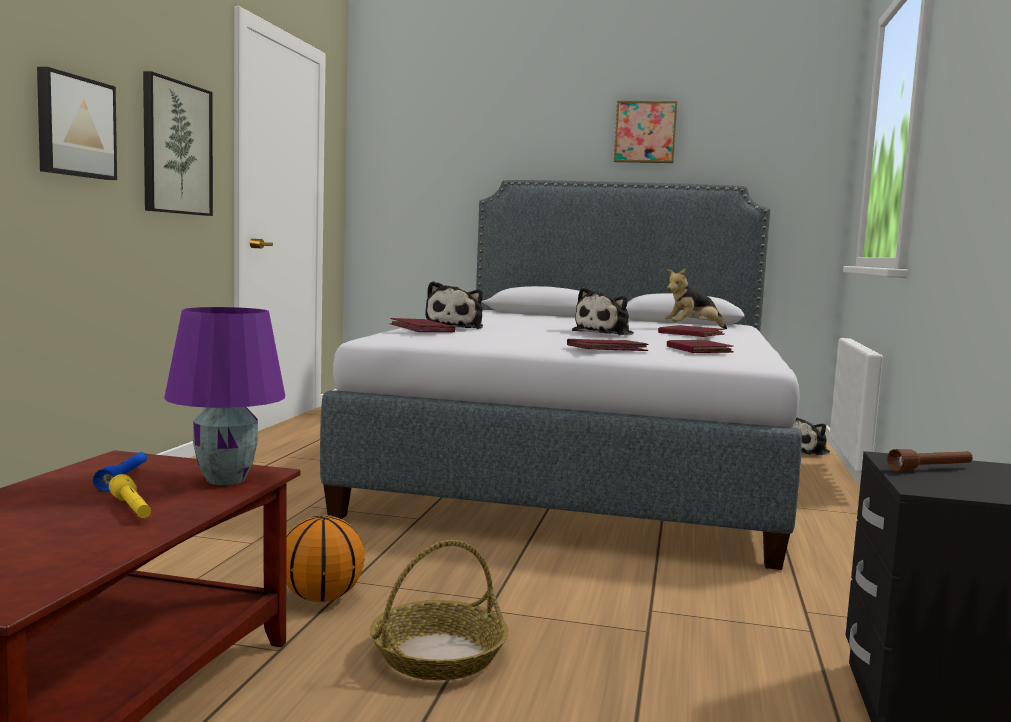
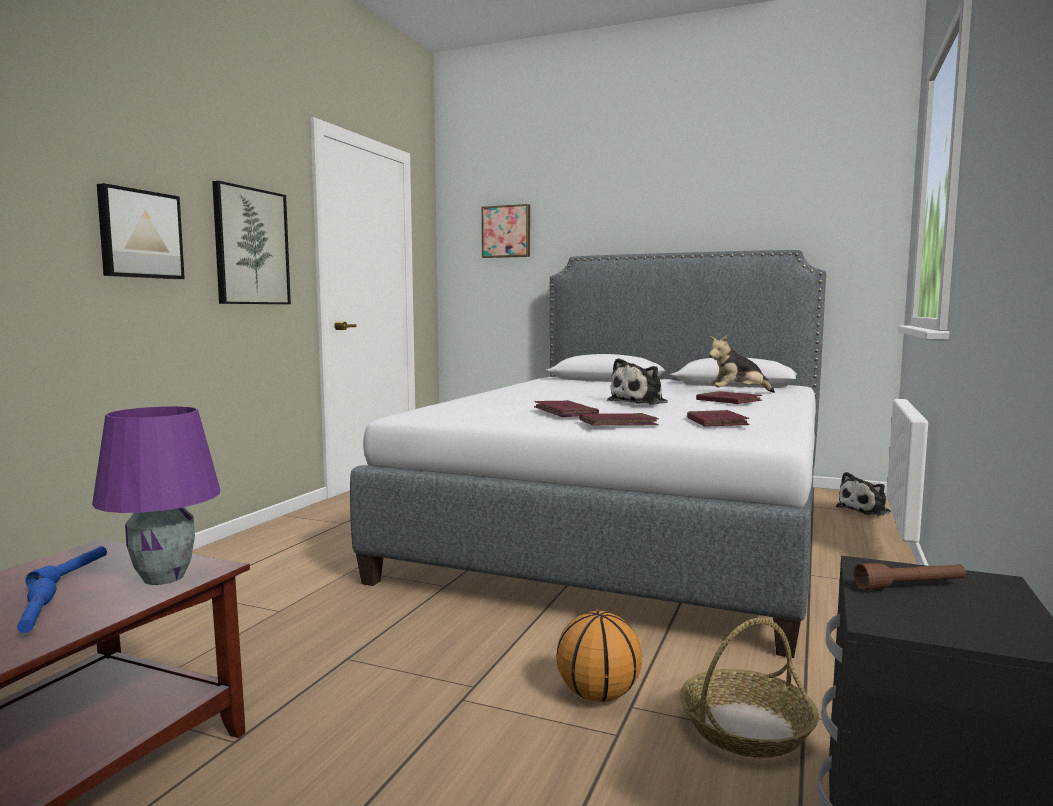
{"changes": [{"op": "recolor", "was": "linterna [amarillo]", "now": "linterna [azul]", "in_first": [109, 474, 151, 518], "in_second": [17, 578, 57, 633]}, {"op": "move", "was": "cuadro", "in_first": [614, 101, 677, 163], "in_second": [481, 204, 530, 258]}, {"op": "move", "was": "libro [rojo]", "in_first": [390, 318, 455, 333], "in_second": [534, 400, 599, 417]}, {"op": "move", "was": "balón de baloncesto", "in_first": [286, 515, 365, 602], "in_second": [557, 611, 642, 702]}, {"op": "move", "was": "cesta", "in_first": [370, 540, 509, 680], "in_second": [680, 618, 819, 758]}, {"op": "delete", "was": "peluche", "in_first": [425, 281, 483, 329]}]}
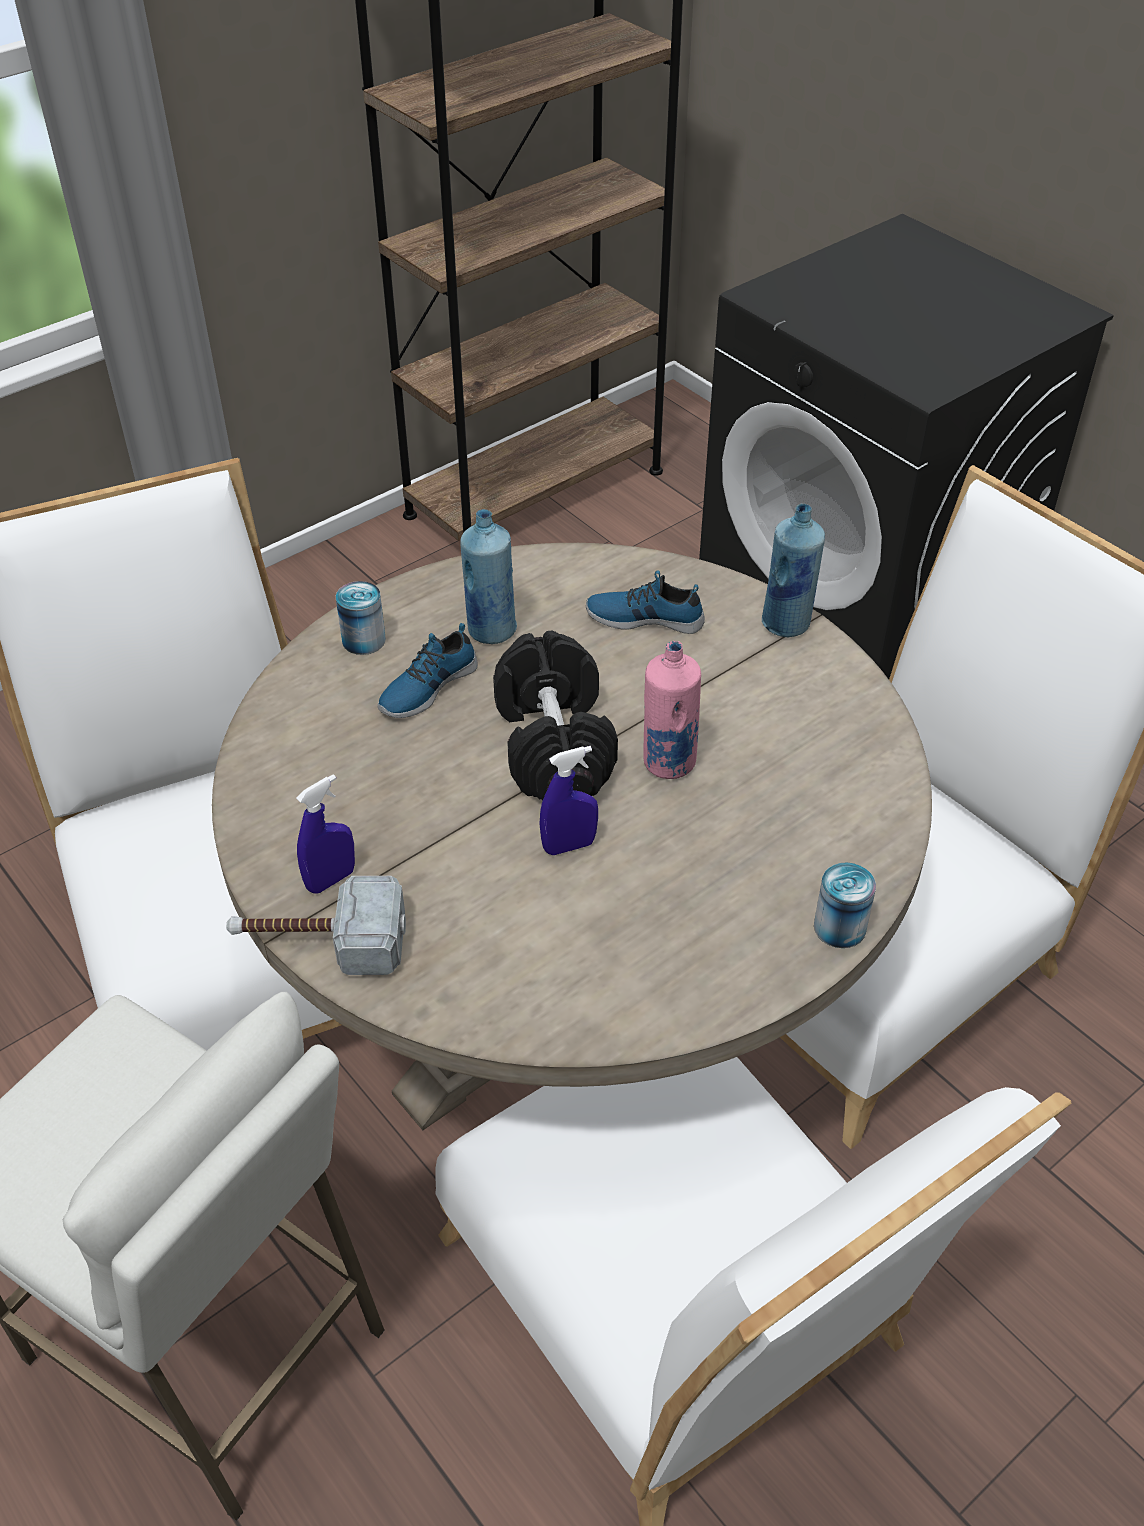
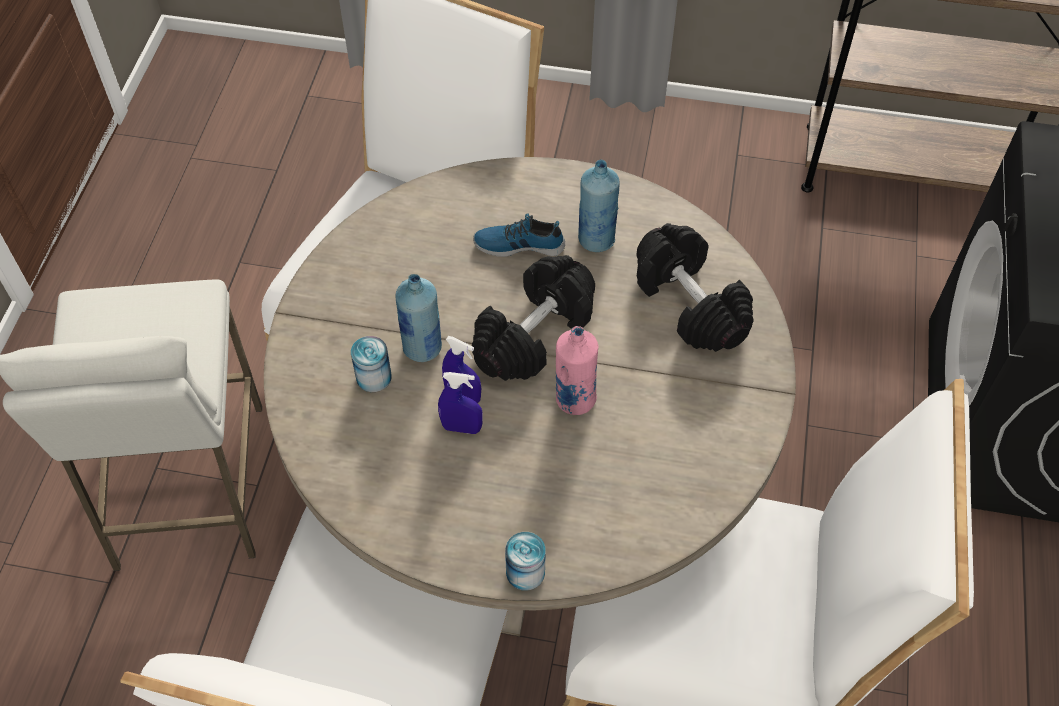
{"changes": [{"op": "move", "was": "lata", "in_first": [336, 581, 386, 655], "in_second": [351, 336, 392, 392]}, {"op": "move", "was": "botella [azul]", "in_first": [762, 503, 825, 638], "in_second": [396, 274, 442, 362]}, {"op": "move", "was": "pulverizador [azul]", "in_first": [296, 774, 355, 894], "in_second": [438, 372, 483, 434]}, {"op": "replace", "was": "zapato", "now": "mancuerna [negro]", "in_first": [586, 571, 705, 634], "in_second": [637, 223, 754, 352]}, {"op": "delete", "was": "martillo", "in_first": [226, 876, 406, 975]}]}
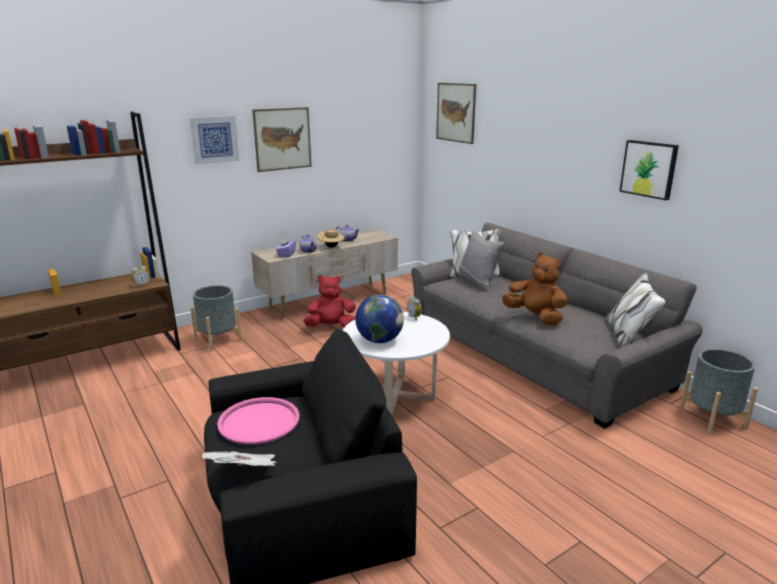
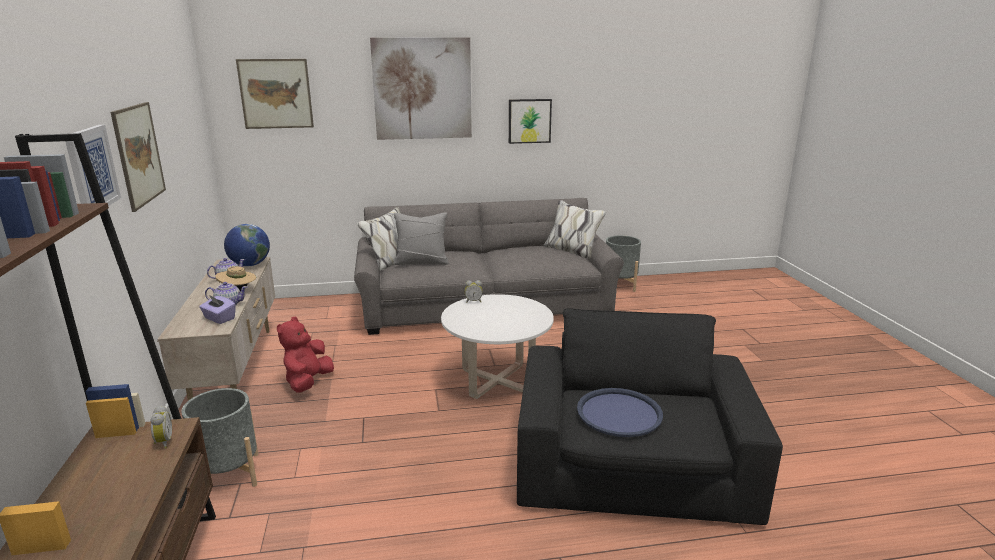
{"changes": [{"op": "move", "was": "globo terráqueo", "in_first": [355, 295, 404, 343], "in_second": [224, 224, 270, 266]}, {"op": "insert", "now": "cuadro", "in_second": [370, 38, 472, 140]}, {"op": "recolor", "was": "bandeja [rosa]", "now": "bandeja [azul]", "in_first": [217, 397, 300, 445], "in_second": [577, 388, 663, 437]}, {"op": "delete", "was": "periódico", "in_first": [202, 451, 276, 466]}, {"op": "delete", "was": "peluche [marrón]", "in_first": [502, 252, 567, 325]}]}
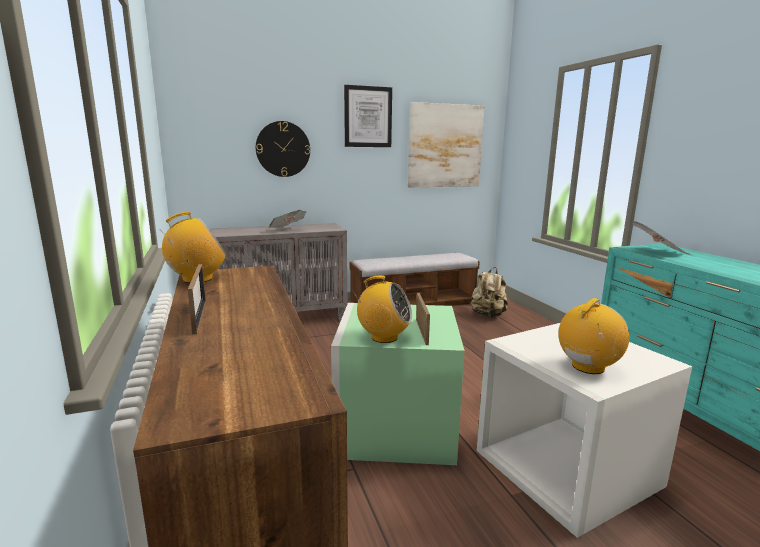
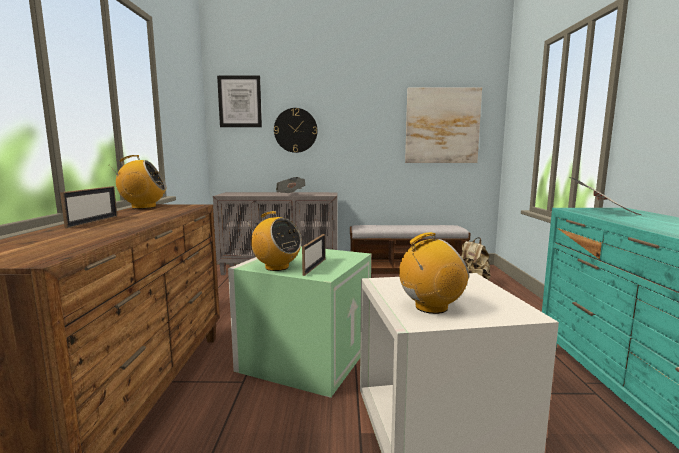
{"changes": [{"op": "move", "was": "cuadro", "in_first": [344, 85, 392, 147], "in_second": [217, 76, 262, 127]}]}
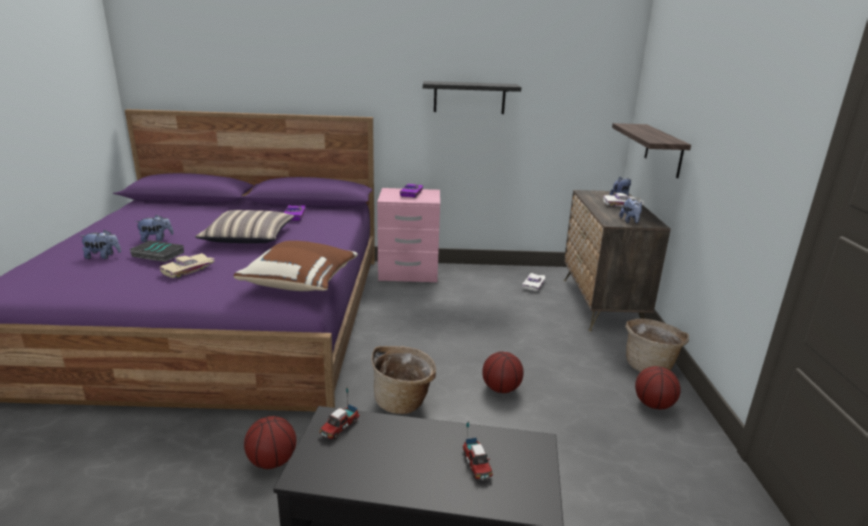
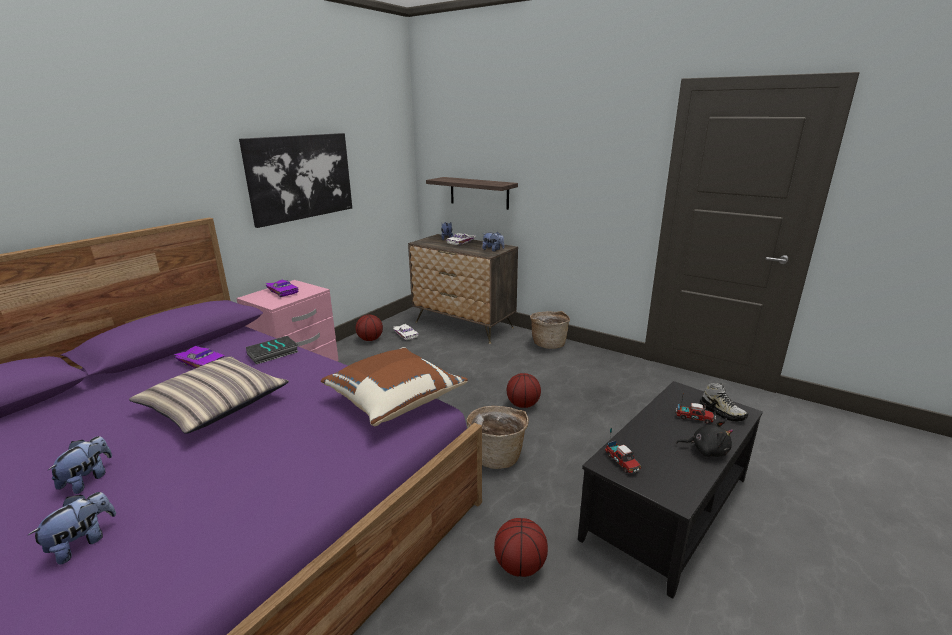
{"changes": [{"op": "replace", "was": "estante [negro]", "now": "cuadro", "in_first": [423, 81, 522, 114], "in_second": [239, 133, 352, 228]}, {"op": "move", "was": "libro", "in_first": [130, 240, 184, 262], "in_second": [246, 336, 298, 365]}, {"op": "move", "was": "balón de baloncesto", "in_first": [635, 366, 681, 410], "in_second": [356, 315, 383, 341]}, {"op": "insert", "now": "peluche [negro]", "in_second": [676, 421, 733, 457]}, {"op": "insert", "now": "zapato", "in_second": [700, 383, 748, 422]}, {"op": "delete", "was": "coche de juguete [beis]", "in_first": [159, 253, 215, 279]}]}
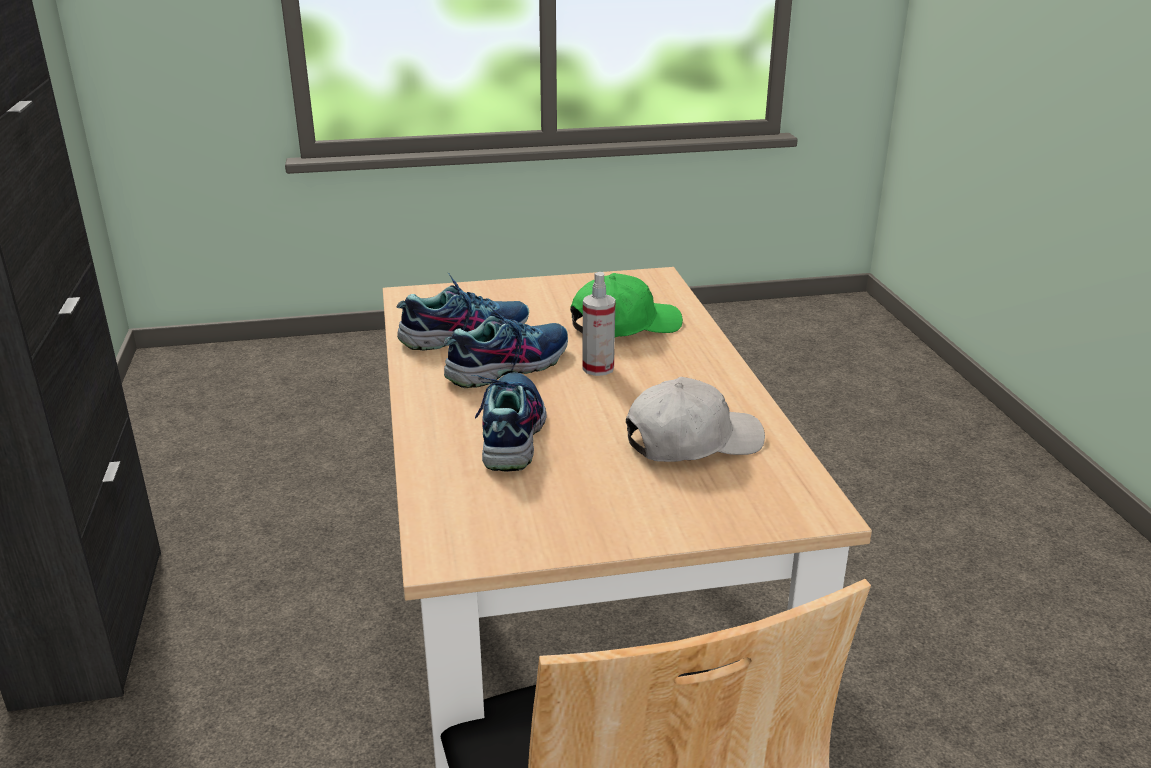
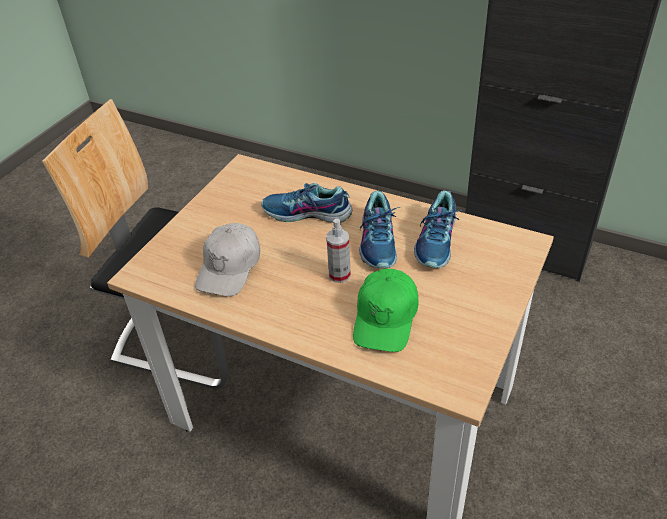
{"changes": [{"op": "rotate", "was": "zapato", "in_first": [471, 372, 546, 472], "in_second": [261, 183, 352, 223], "clockwise": 150}]}
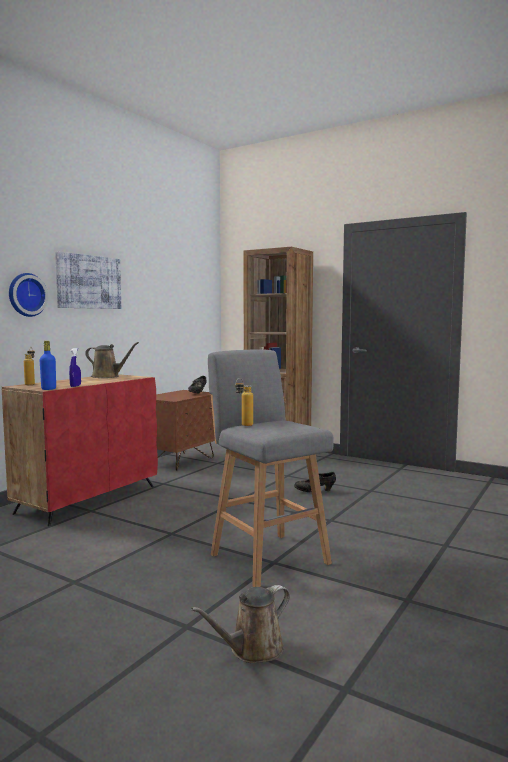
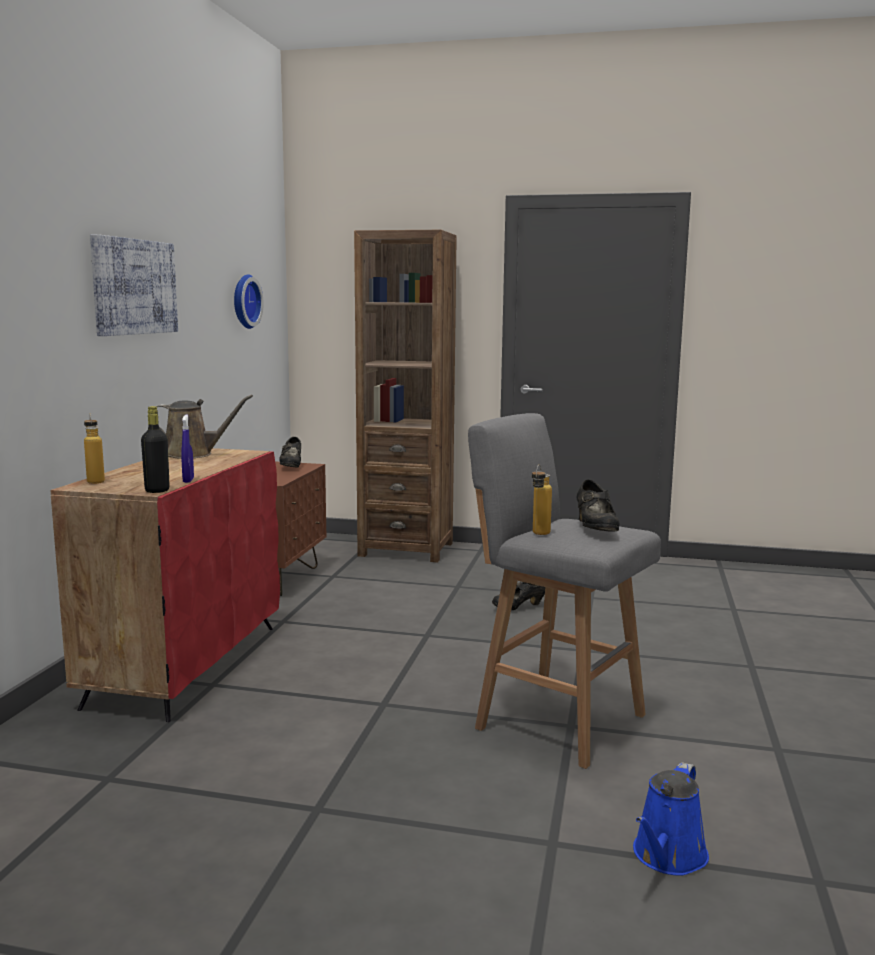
{"changes": [{"op": "recolor", "was": "botella [azul]", "now": "botella [negro]", "in_first": [40, 341, 56, 390], "in_second": [141, 406, 170, 493]}, {"op": "move", "was": "reloj de pared", "in_first": [9, 273, 48, 317], "in_second": [234, 274, 264, 329]}, {"op": "insert", "now": "zapato [negro]", "in_second": [577, 479, 620, 532]}, {"op": "recolor", "was": "regadera [marrón]", "now": "regadera [azul]", "in_first": [191, 585, 290, 663], "in_second": [633, 762, 709, 876]}]}
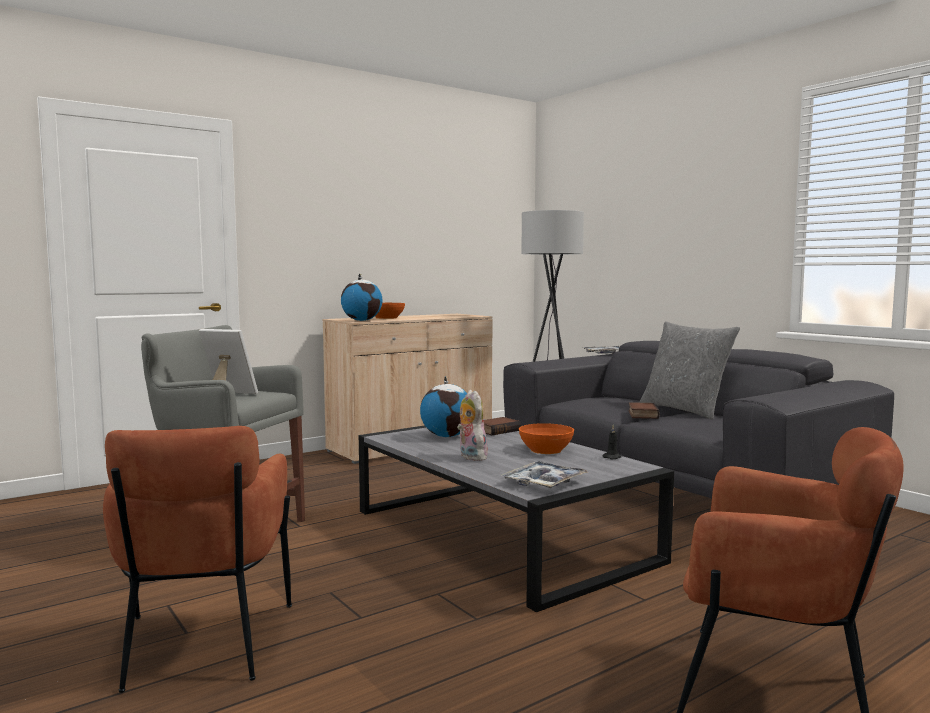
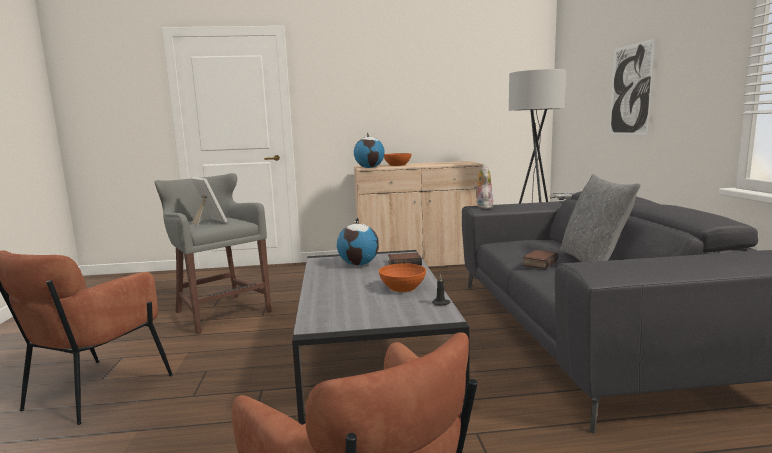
{"changes": [{"op": "move", "was": "peluche", "in_first": [457, 390, 488, 461], "in_second": [474, 165, 493, 208]}, {"op": "insert", "now": "cuadro", "in_second": [610, 38, 655, 135]}, {"op": "delete", "was": "bandeja", "in_first": [500, 461, 588, 488]}]}
